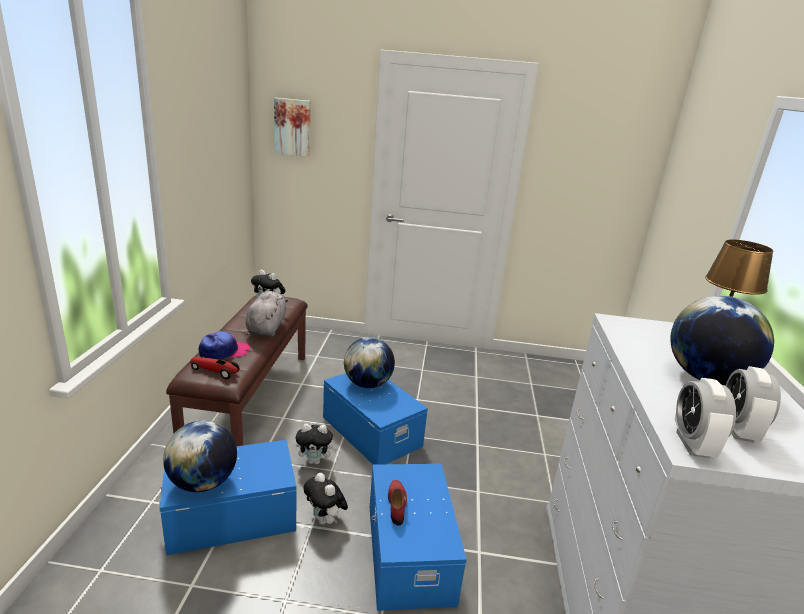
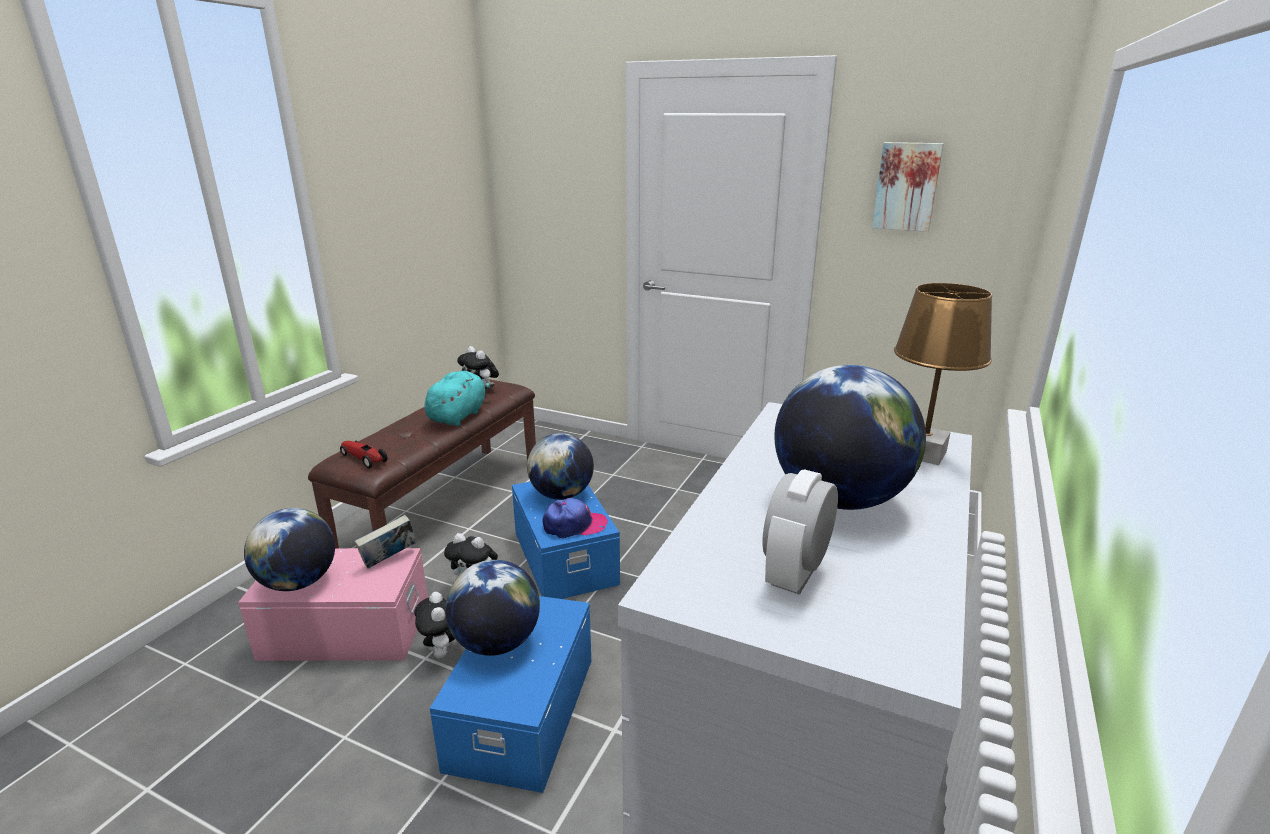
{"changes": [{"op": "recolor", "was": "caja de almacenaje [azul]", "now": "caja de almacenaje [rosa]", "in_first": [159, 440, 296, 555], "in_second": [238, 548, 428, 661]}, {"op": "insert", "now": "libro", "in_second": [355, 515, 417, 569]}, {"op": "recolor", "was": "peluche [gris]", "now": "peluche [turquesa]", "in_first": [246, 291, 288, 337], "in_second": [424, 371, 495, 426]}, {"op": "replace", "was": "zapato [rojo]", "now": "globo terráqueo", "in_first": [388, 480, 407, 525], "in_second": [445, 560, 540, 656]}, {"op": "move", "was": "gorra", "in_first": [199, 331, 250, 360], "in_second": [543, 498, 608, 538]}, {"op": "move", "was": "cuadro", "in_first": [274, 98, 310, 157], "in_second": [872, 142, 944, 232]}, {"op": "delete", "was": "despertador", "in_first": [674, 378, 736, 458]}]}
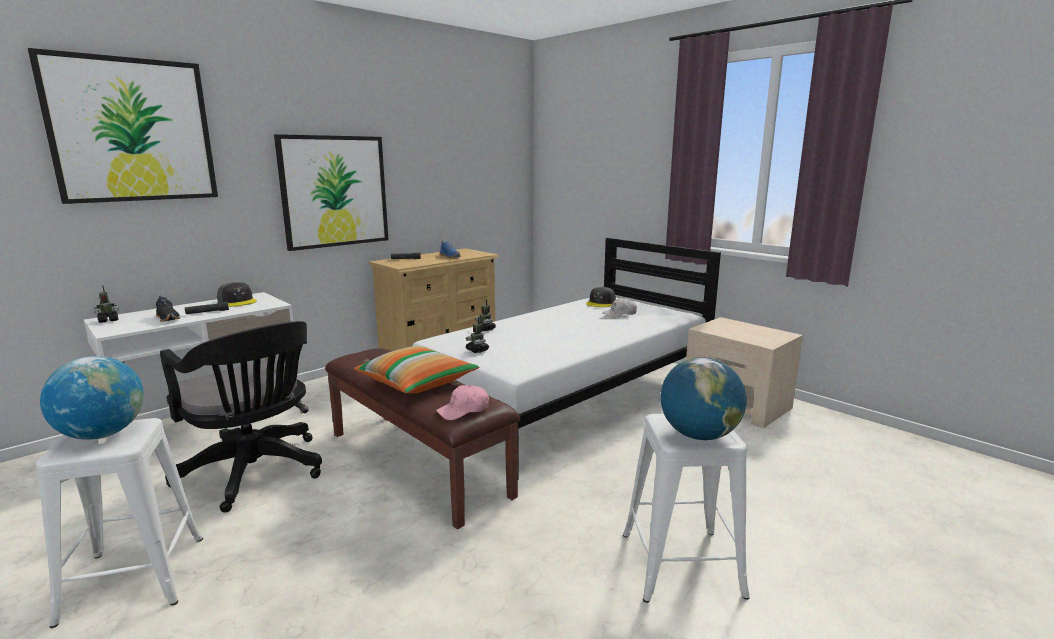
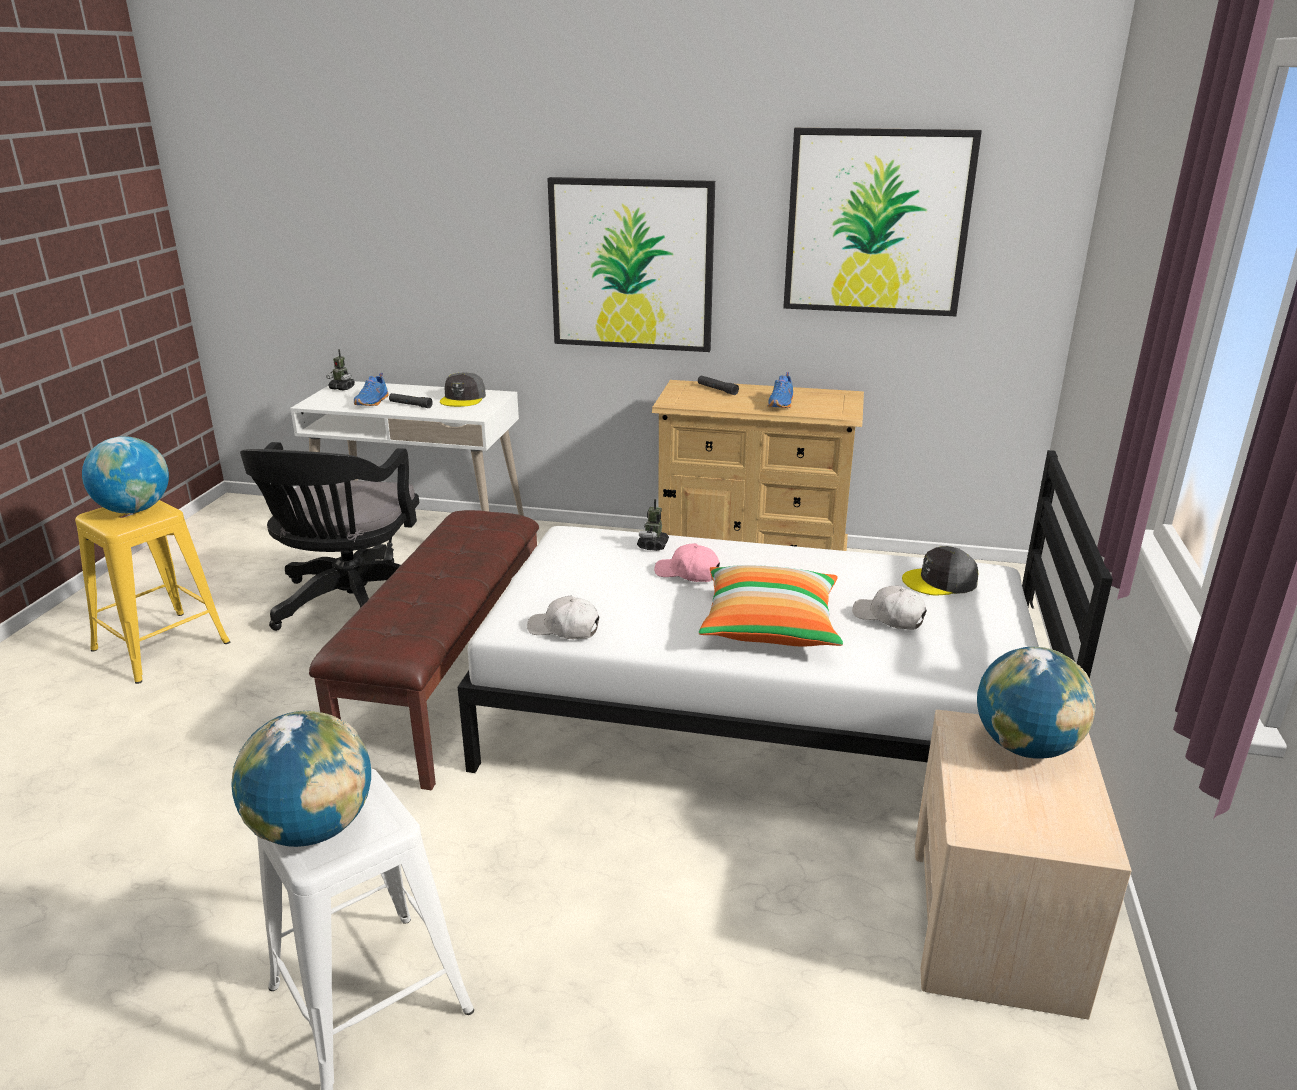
{"changes": [{"op": "recolor", "was": "taburete [blanco]", "now": "taburete [amarillo]", "in_first": [36, 418, 203, 628], "in_second": [75, 500, 230, 684]}, {"op": "recolor", "was": "zapato [negro]", "now": "zapato [azul]", "in_first": [156, 295, 180, 322], "in_second": [354, 373, 389, 406]}, {"op": "insert", "now": "gorra [blanco]", "in_second": [527, 595, 599, 639]}, {"op": "move", "was": "gorra [rosa]", "in_first": [436, 385, 489, 420], "in_second": [654, 543, 720, 582]}, {"op": "move", "was": "cojín", "in_first": [354, 346, 479, 393], "in_second": [699, 565, 843, 647]}, {"op": "move", "was": "cuadro", "in_first": [28, 48, 218, 204], "in_second": [783, 128, 982, 316]}, {"op": "insert", "now": "globo terráqueo", "in_second": [977, 647, 1096, 759]}, {"op": "delete", "was": "robot de juguete", "in_first": [466, 317, 489, 353]}]}
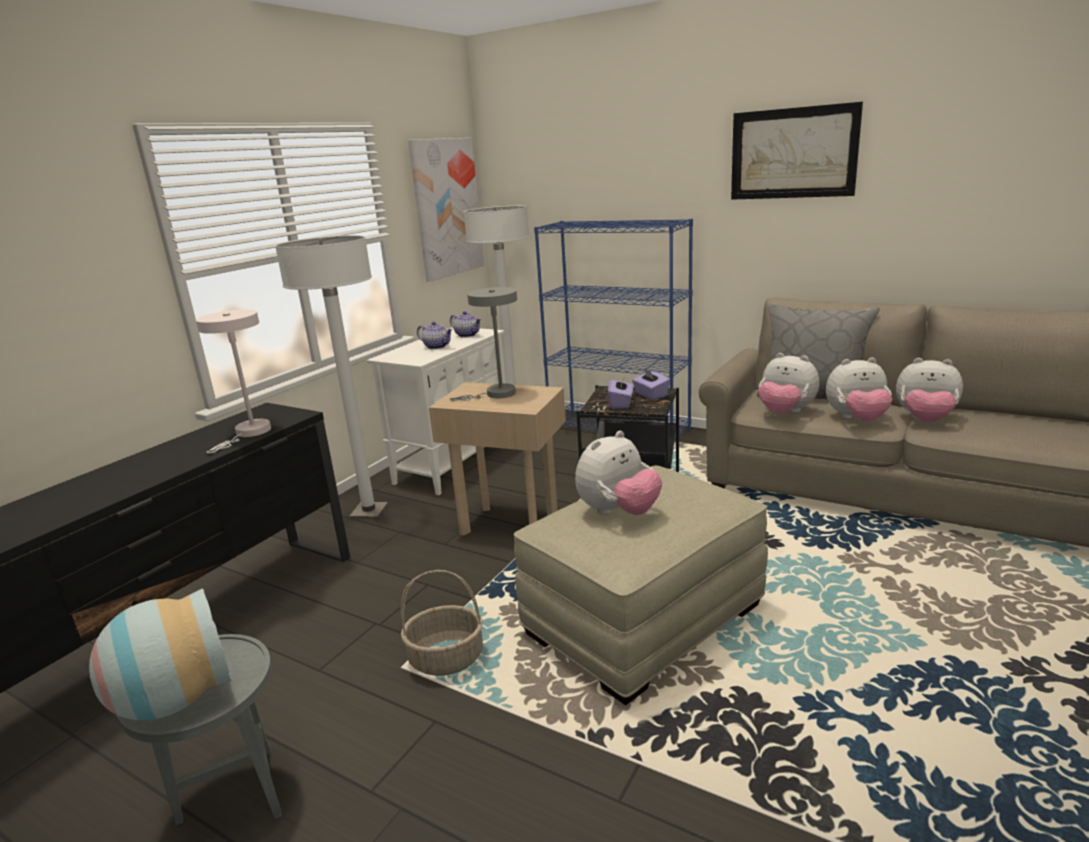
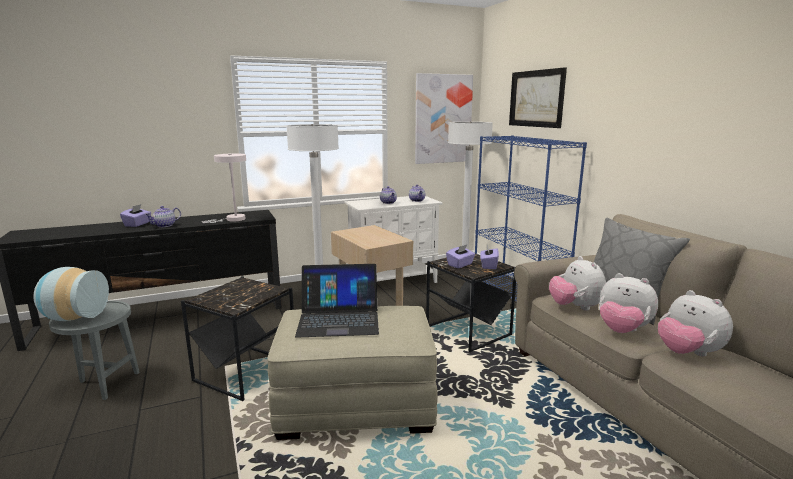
{"changes": [{"op": "insert", "now": "caja de pañuelos [morado]", "in_second": [120, 204, 151, 227]}, {"op": "insert", "now": "tetera", "in_second": [145, 206, 181, 227]}, {"op": "replace", "was": "cesta", "now": "mesa auxiliar [negro]", "in_first": [401, 570, 483, 676], "in_second": [181, 276, 294, 401]}, {"op": "replace", "was": "peluche", "now": "portátil", "in_first": [575, 431, 662, 515], "in_second": [295, 264, 379, 338]}, {"op": "move", "was": "cuadro", "in_first": [731, 102, 863, 200], "in_second": [509, 67, 567, 128]}, {"op": "delete", "was": "lámpara de mesa [gris]", "in_first": [450, 287, 517, 401]}]}
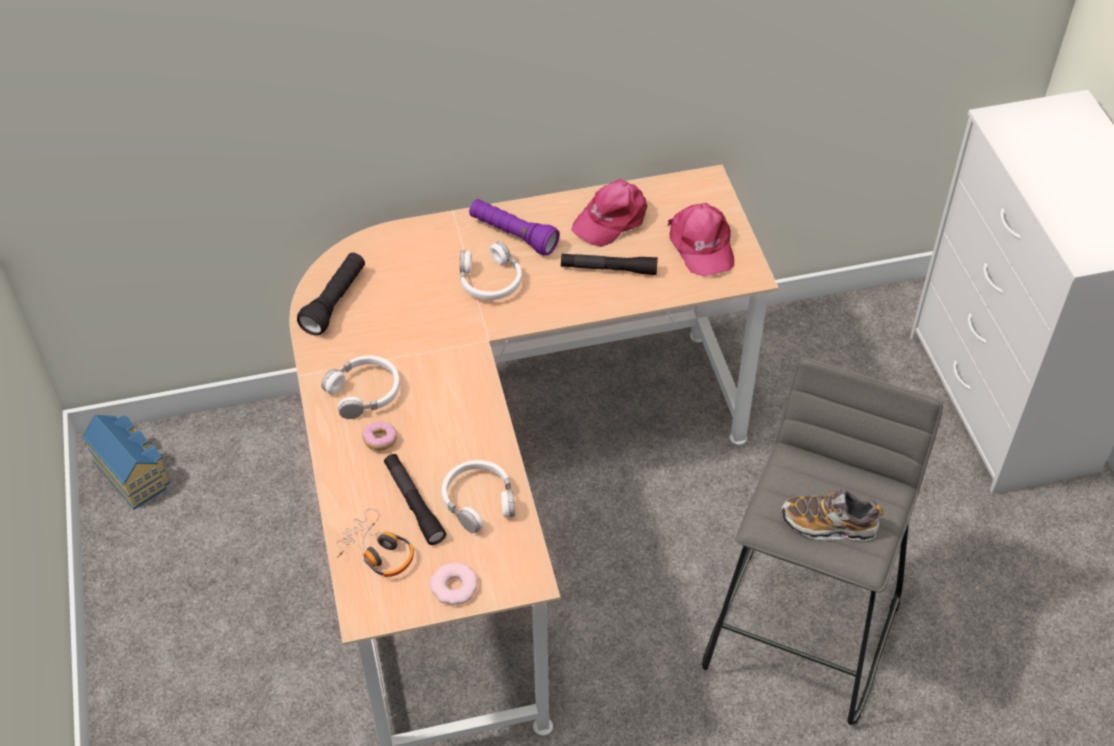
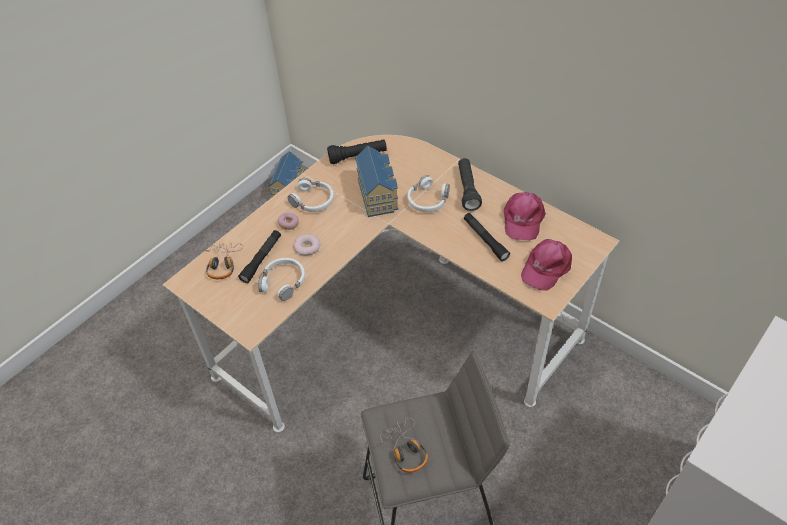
{"changes": [{"op": "move", "was": "rosquilla", "in_first": [430, 562, 478, 605], "in_second": [293, 234, 320, 256]}, {"op": "insert", "now": "casita", "in_second": [355, 146, 398, 217]}, {"op": "replace", "was": "zapato", "now": "auriculares", "in_first": [782, 489, 884, 541], "in_second": [376, 418, 428, 473]}, {"op": "recolor", "was": "linterna [morado]", "now": "linterna [negro]", "in_first": [469, 199, 560, 256], "in_second": [458, 158, 482, 211]}, {"op": "rotate", "was": "gorra [rosa]", "in_first": [571, 179, 647, 247], "in_second": [504, 192, 546, 240], "clockwise": -90}]}
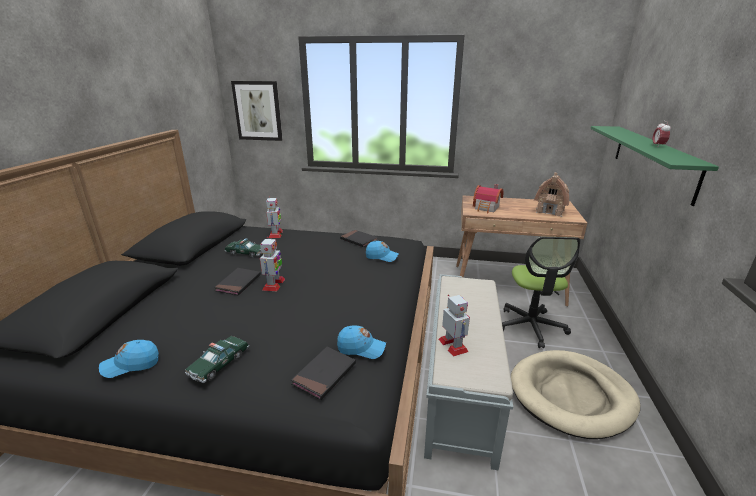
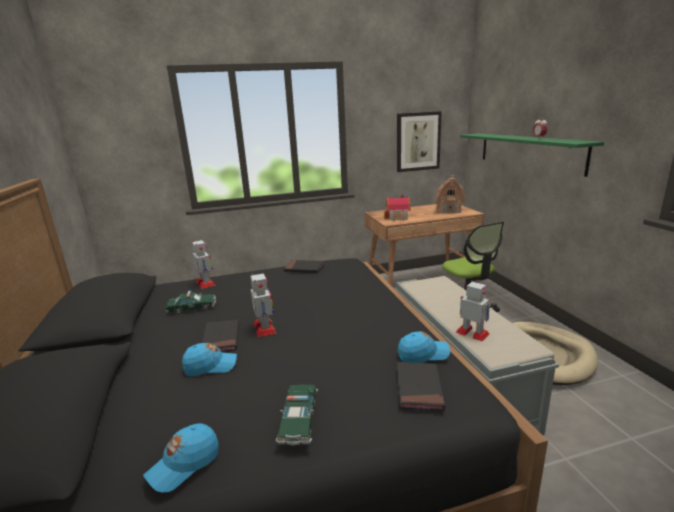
{"changes": [{"op": "move", "was": "gorra [azul]", "in_first": [366, 241, 399, 262], "in_second": [182, 343, 237, 376]}, {"op": "move", "was": "cuadro", "in_first": [231, 81, 282, 141], "in_second": [397, 111, 442, 172]}]}
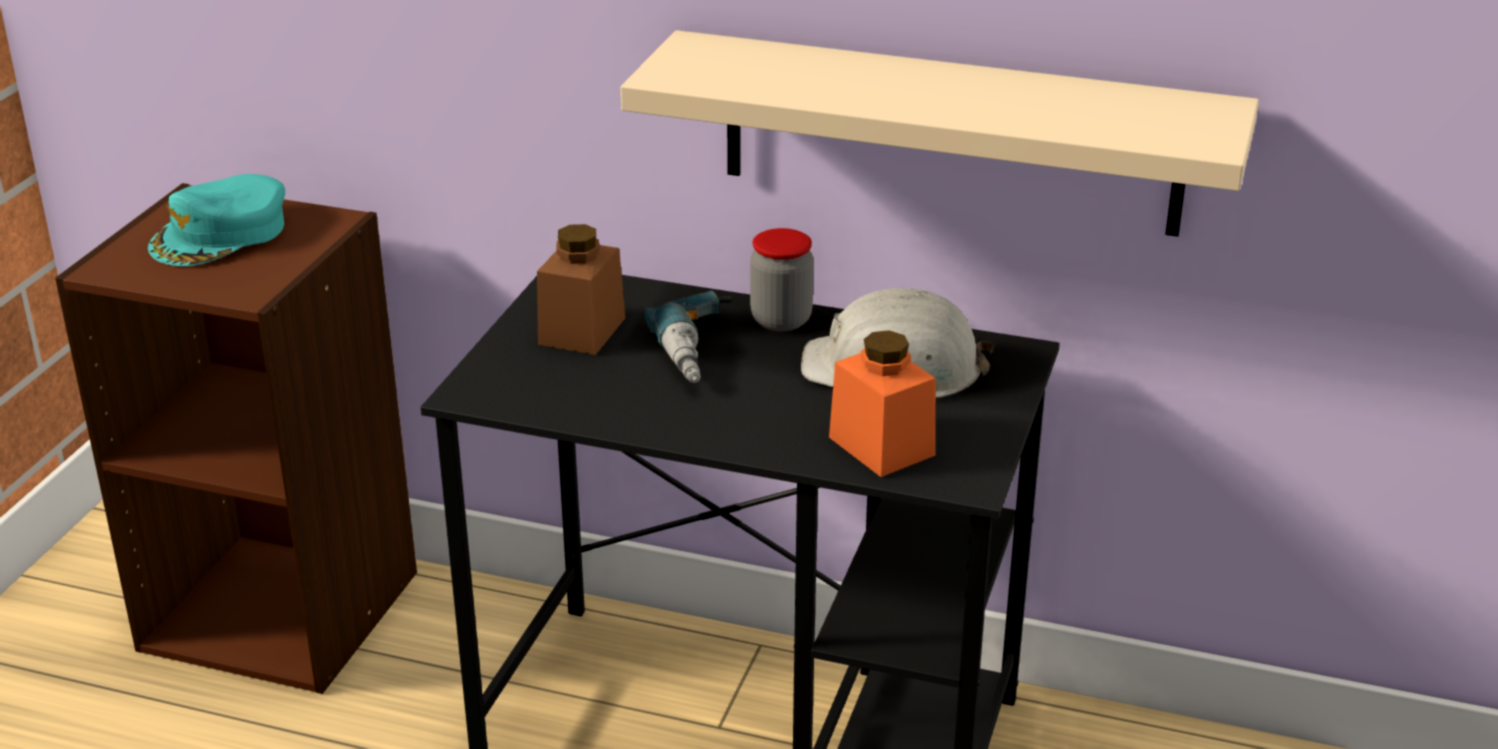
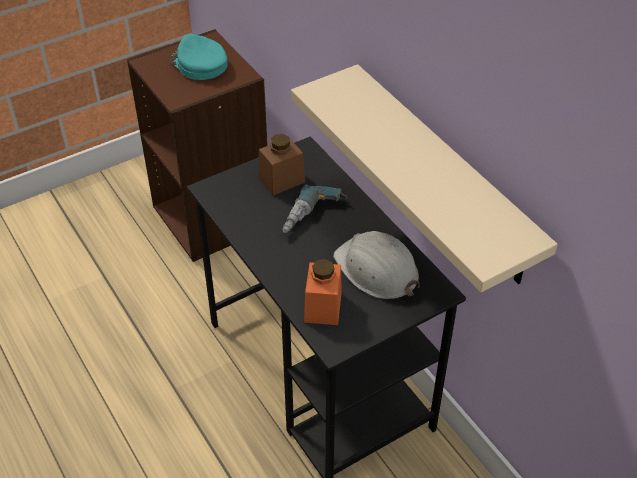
{"changes": [{"op": "rotate", "was": "gorra [turquesa]", "in_first": [148, 174, 285, 266], "in_second": [170, 34, 228, 80], "clockwise": 60}, {"op": "delete", "was": "tarro", "in_first": [750, 228, 814, 331]}]}
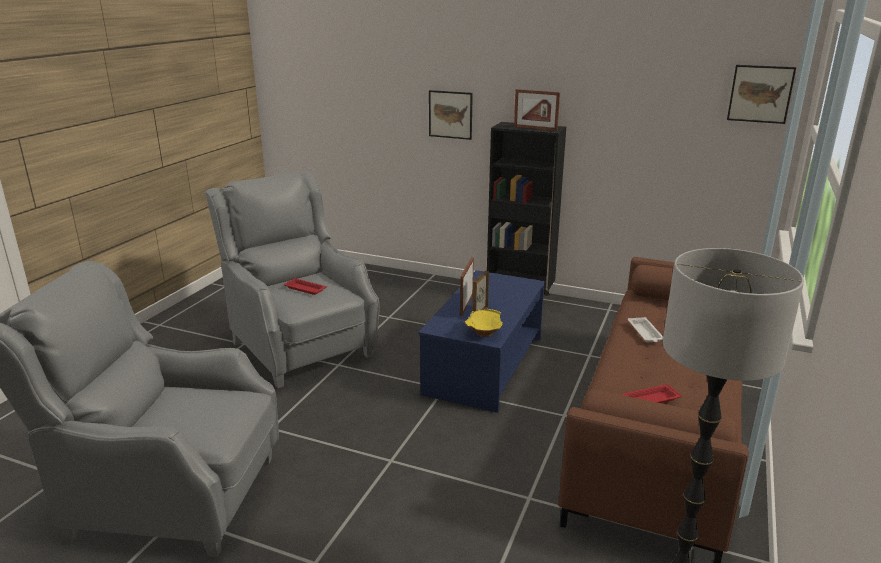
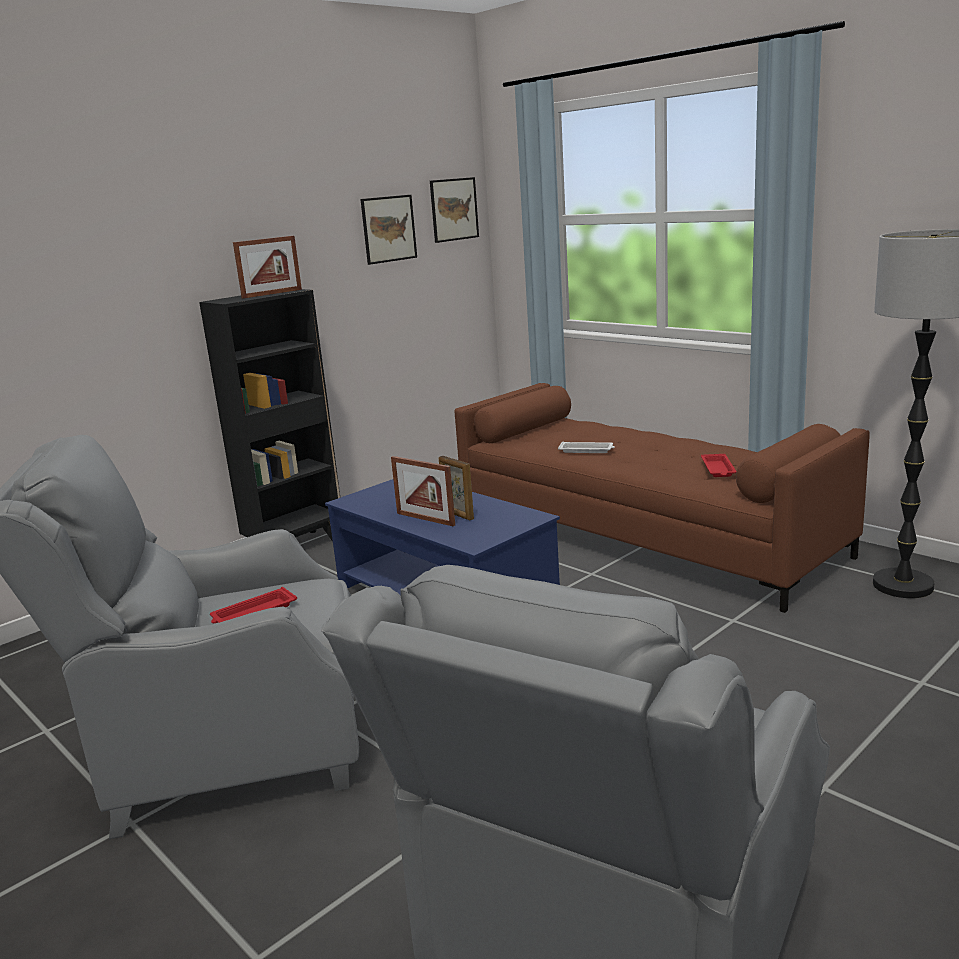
{"changes": [{"op": "move", "was": "cuadro", "in_first": [429, 90, 473, 140], "in_second": [360, 195, 417, 265]}, {"op": "delete", "was": "cuenco [amarillo]", "in_first": [464, 309, 503, 337]}]}
